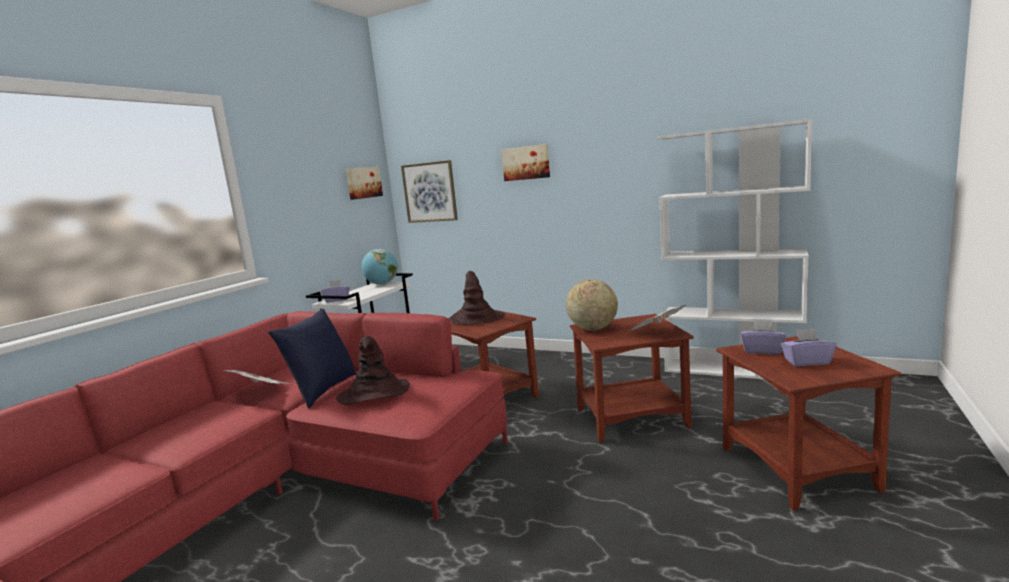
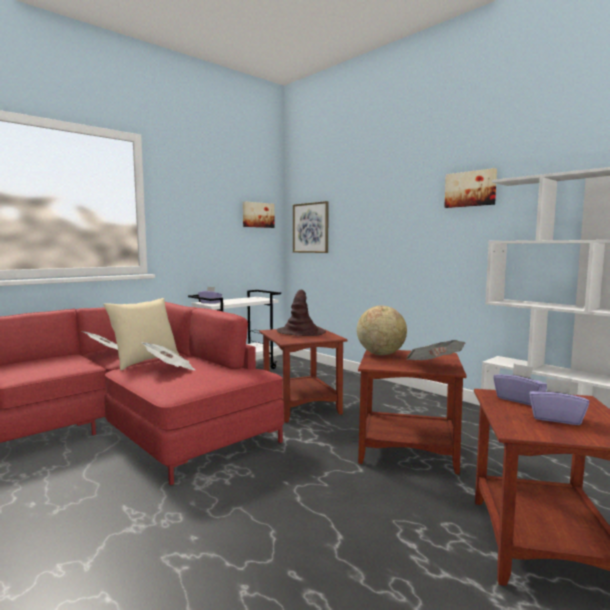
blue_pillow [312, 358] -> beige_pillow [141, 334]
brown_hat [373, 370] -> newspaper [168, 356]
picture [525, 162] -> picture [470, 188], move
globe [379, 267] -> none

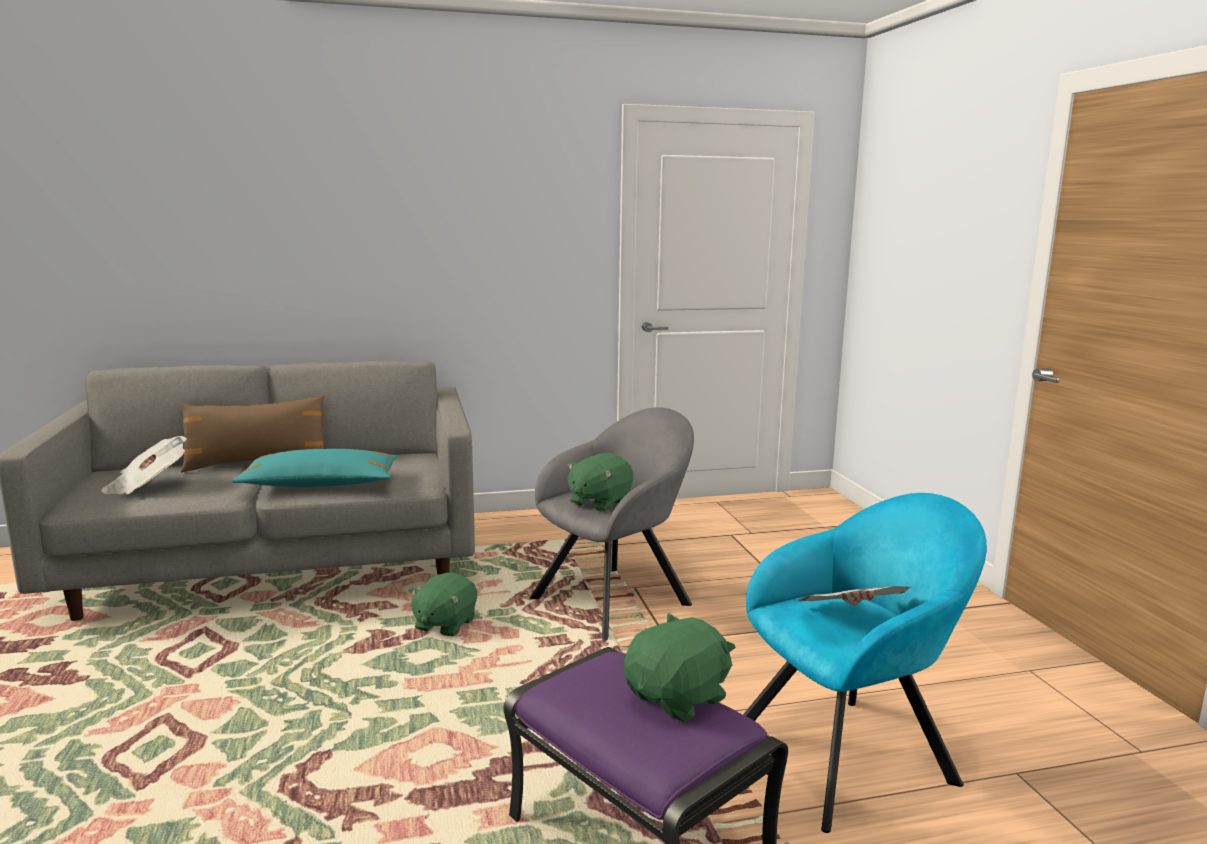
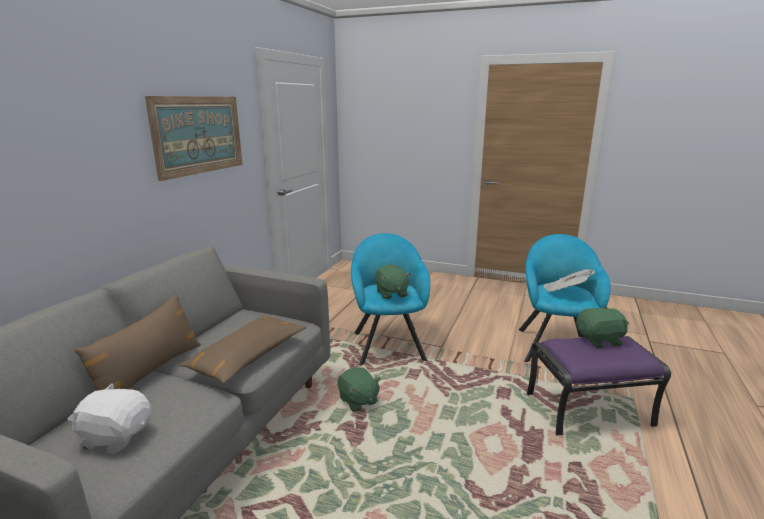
newspaper [144, 465] -> white_plush_toy [109, 419]
none -> picture [194, 138]
turquoise_pillow [315, 468] -> brown_pillow [243, 350]
grey_armchair [612, 523] -> turquoise_armchair [390, 299]
green_plush_toy [680, 667] -> green_plush_toy [602, 327], 90 degrees clockwise

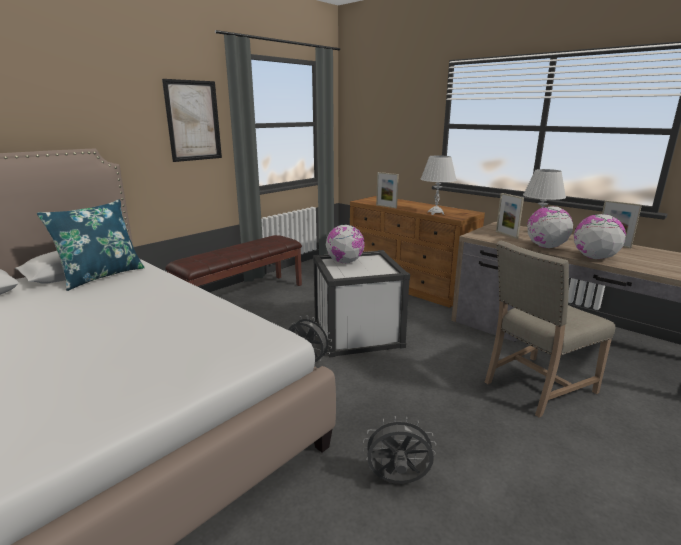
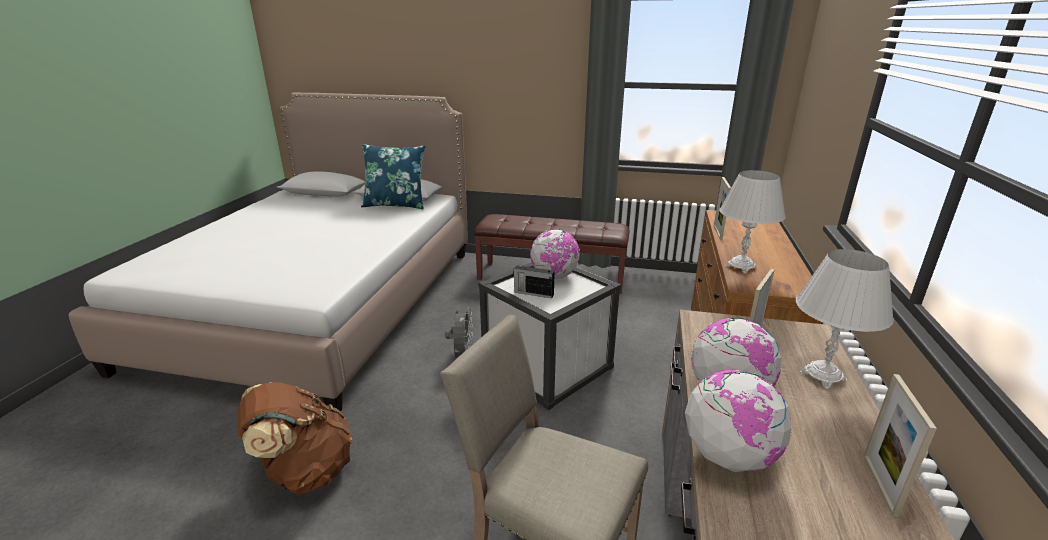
grey_fan [399, 450] -> brown_backpack [294, 438]
none -> radio [534, 281]
picture [192, 120] -> none

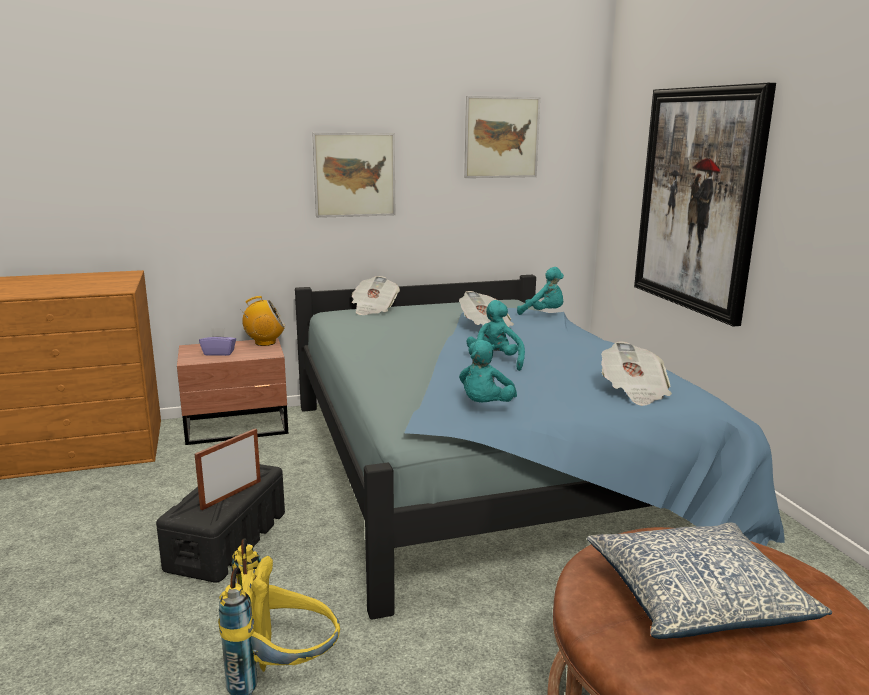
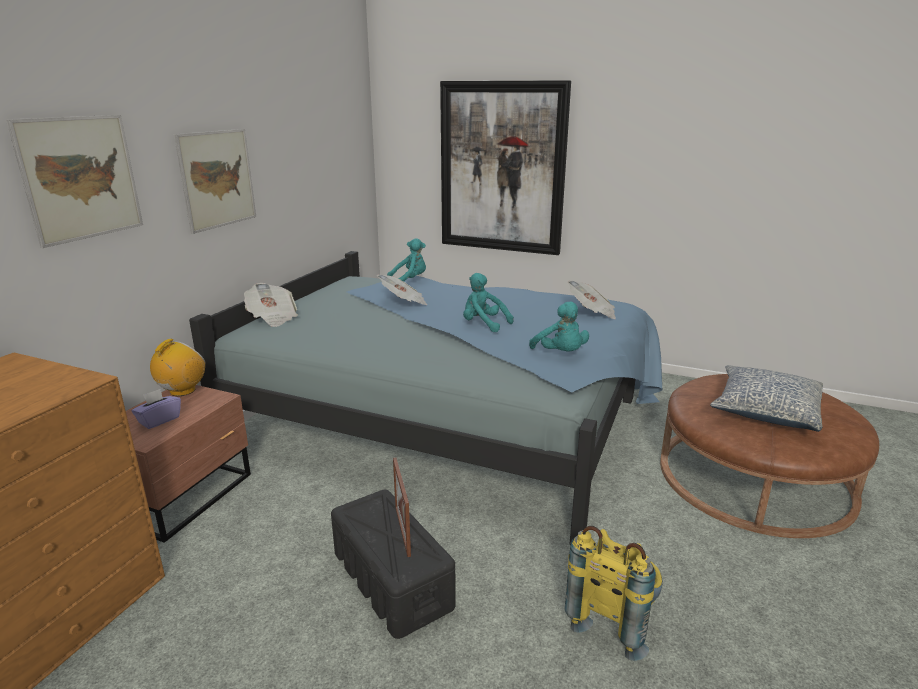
picture [502, 137] -> picture [74, 181], move

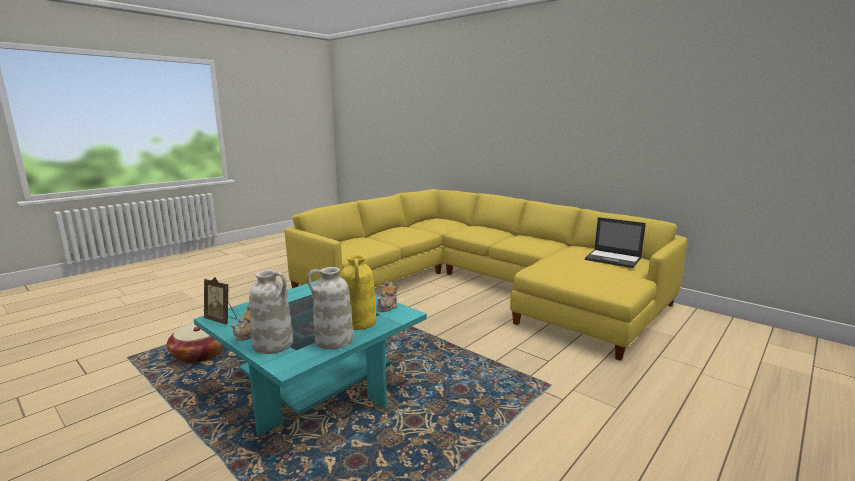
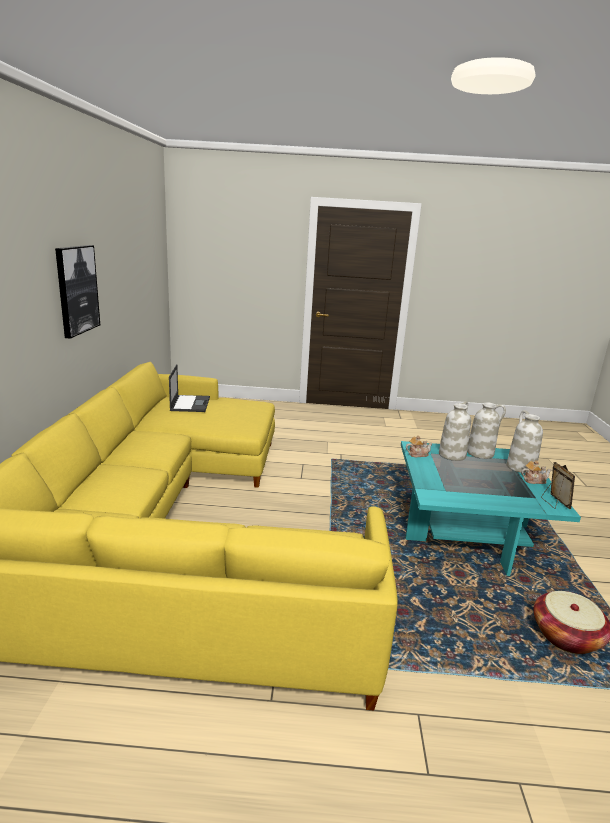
none -> picture [77, 292]
yellow_vase [358, 292] -> white_vase [455, 431]

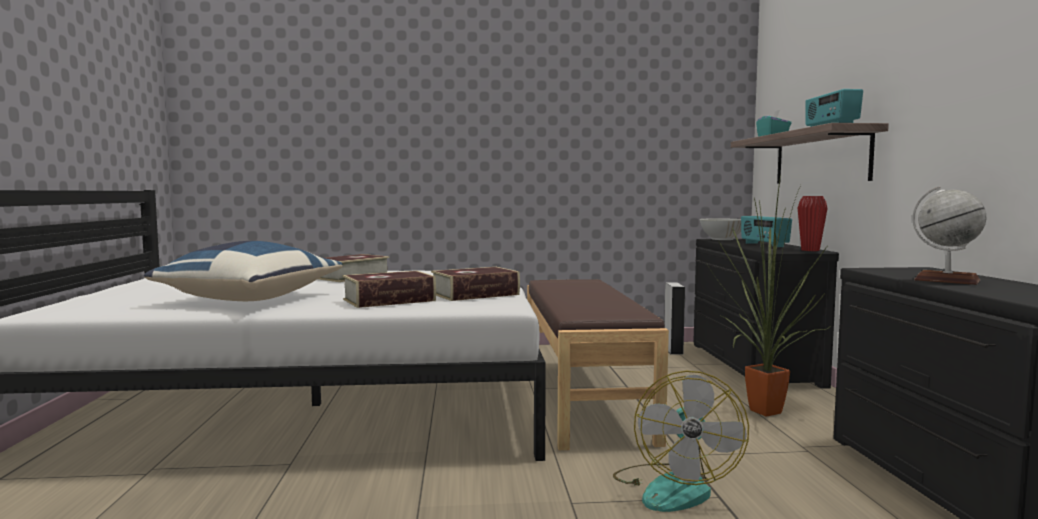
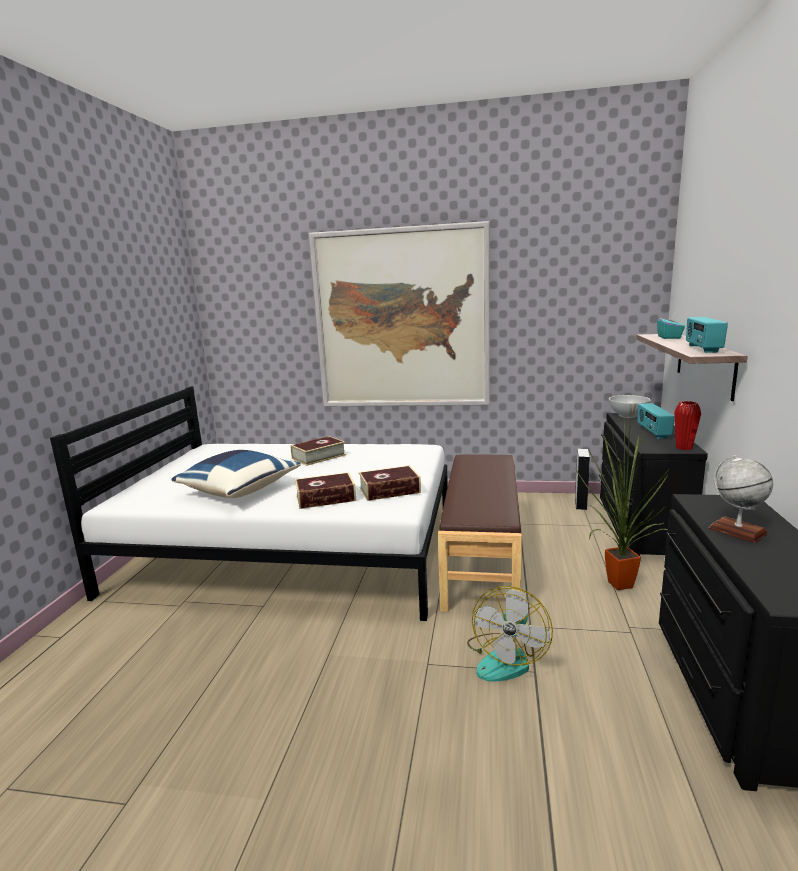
none -> picture [399, 314]

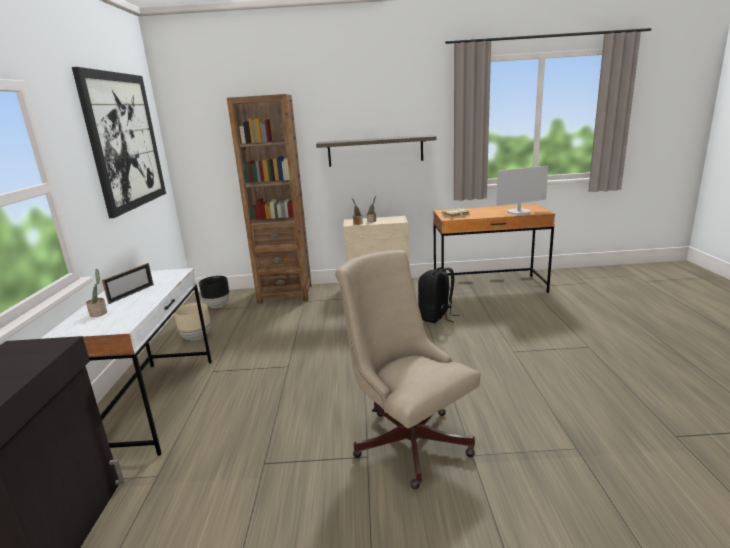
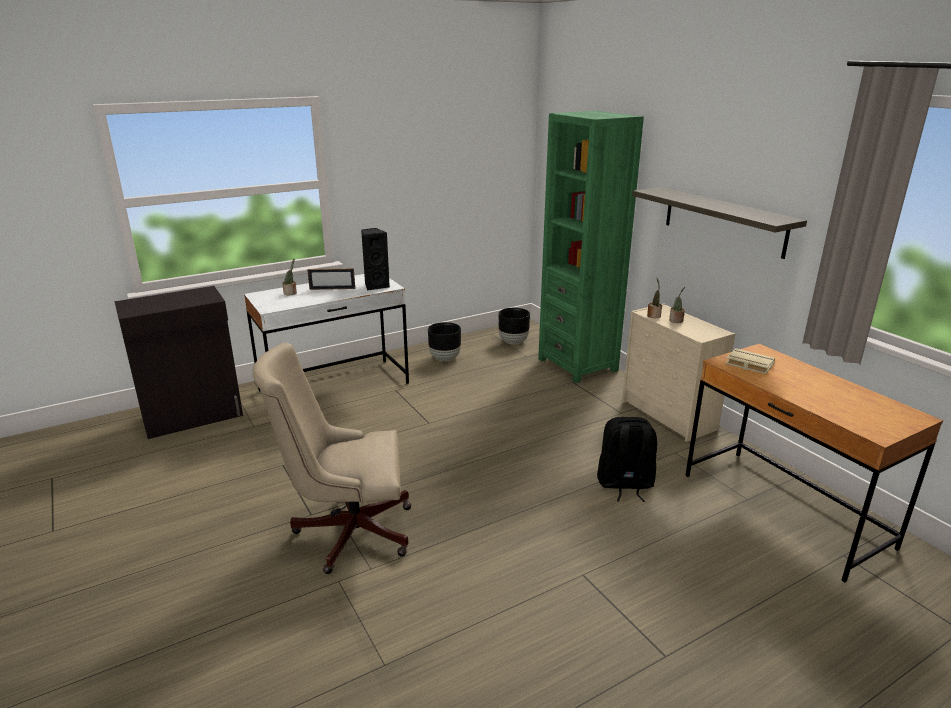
beige_office_chair [407, 369] -> beige_office_chair [332, 458], 120 degrees counterclockwise
none -> black_speaker [375, 259]
beige_planter [192, 321] -> black_planter [444, 341]
brown_bookcase [269, 199] -> green_bookcase [591, 247]
picture [119, 142] -> none
monitor [522, 190] -> none

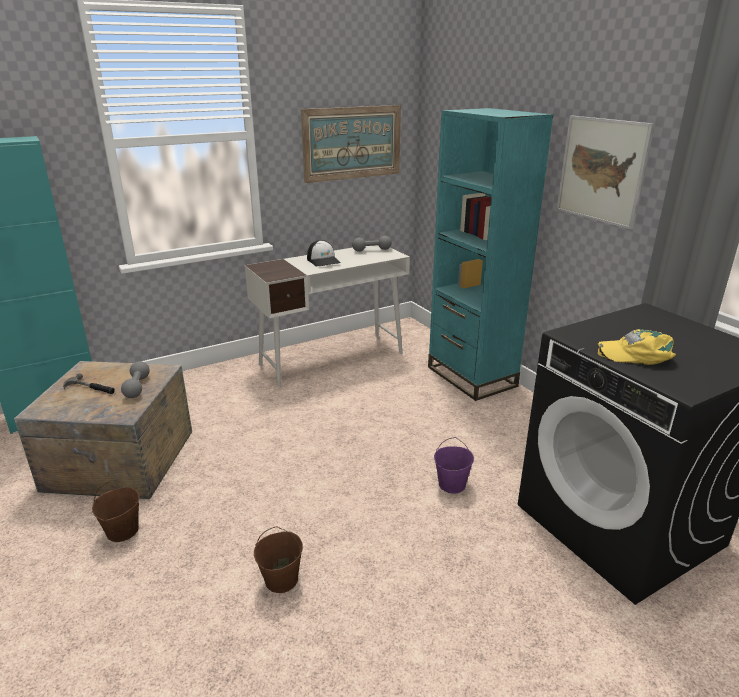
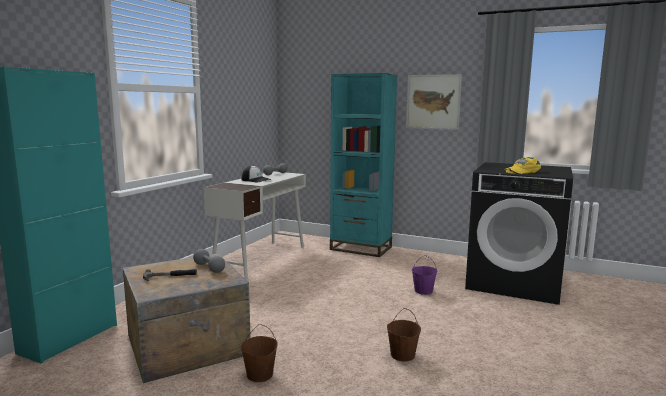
picture [351, 144] -> none

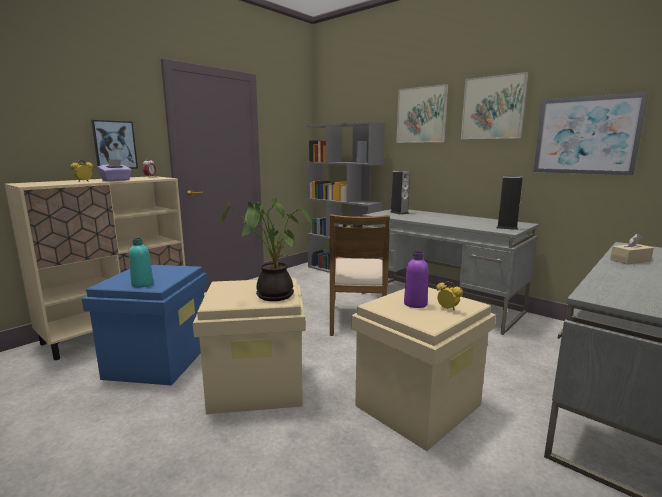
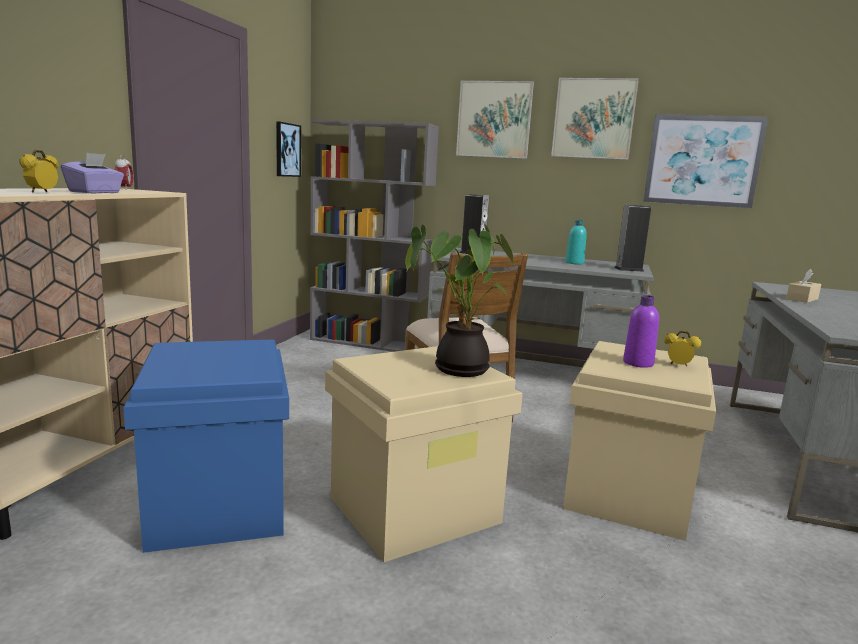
picture [114, 144] -> picture [288, 149], move
turquoise_bottle [141, 263] -> turquoise_bottle [576, 242], move

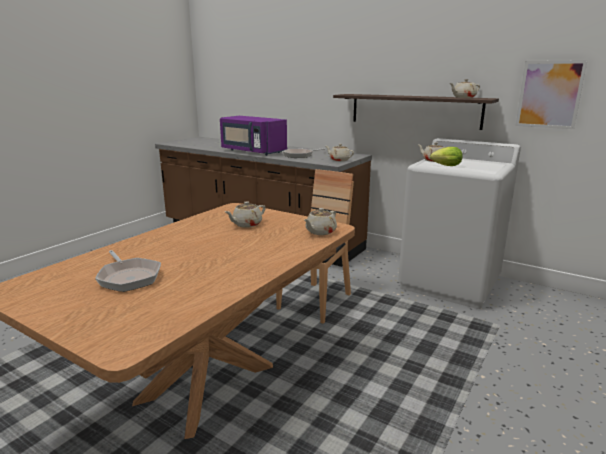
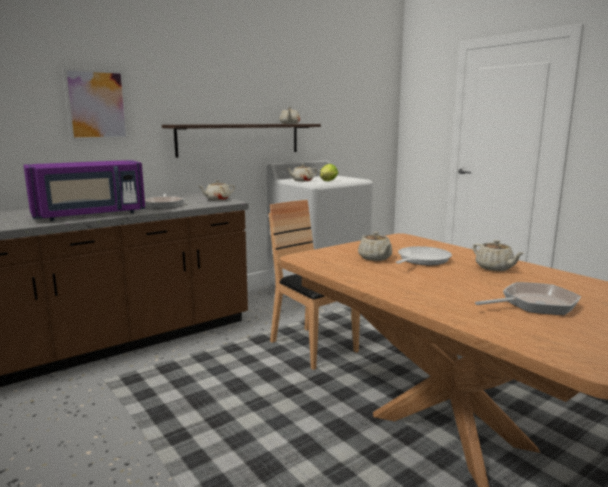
picture [552, 94] -> picture [95, 104], move
none -> frying_pan [424, 255]
beige_teapot [320, 221] -> beige_teapot [498, 255], move

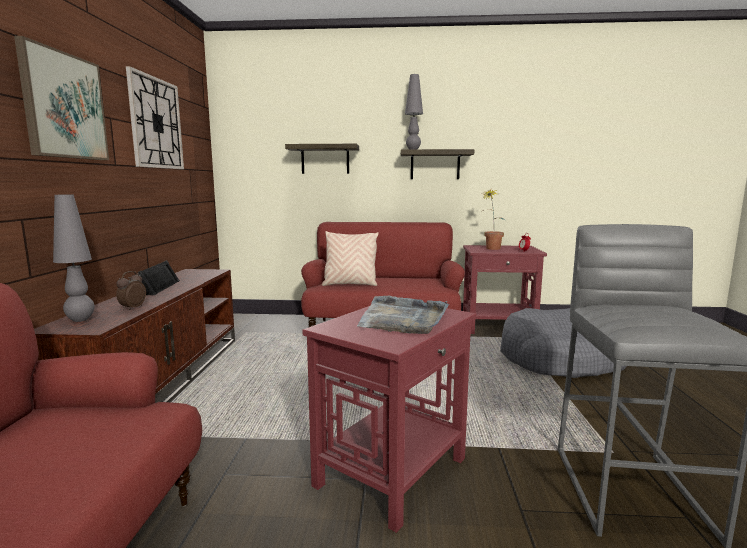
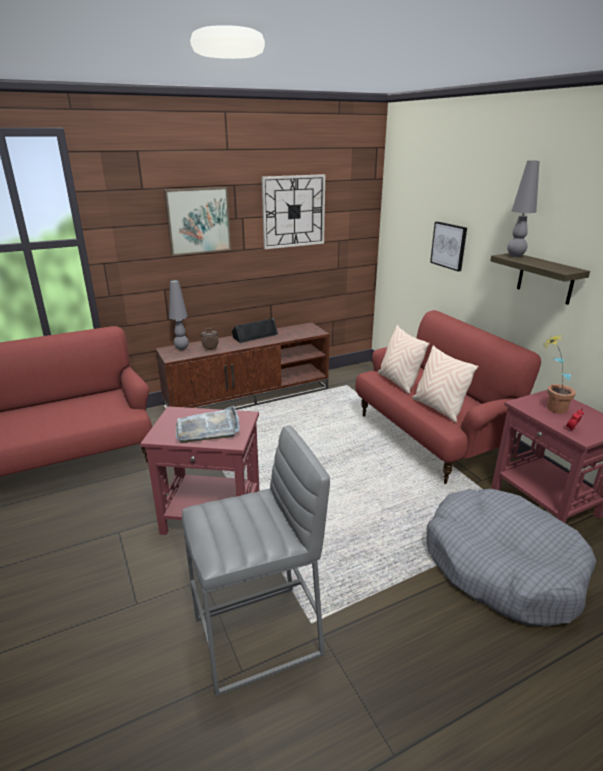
none -> beige_pillow [445, 383]
shelf [322, 159] -> picture [448, 246]

